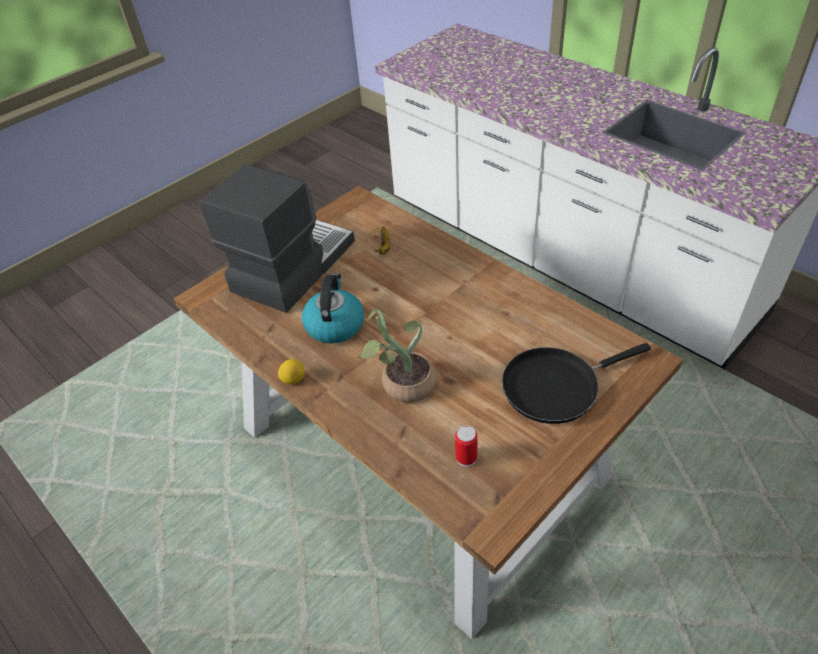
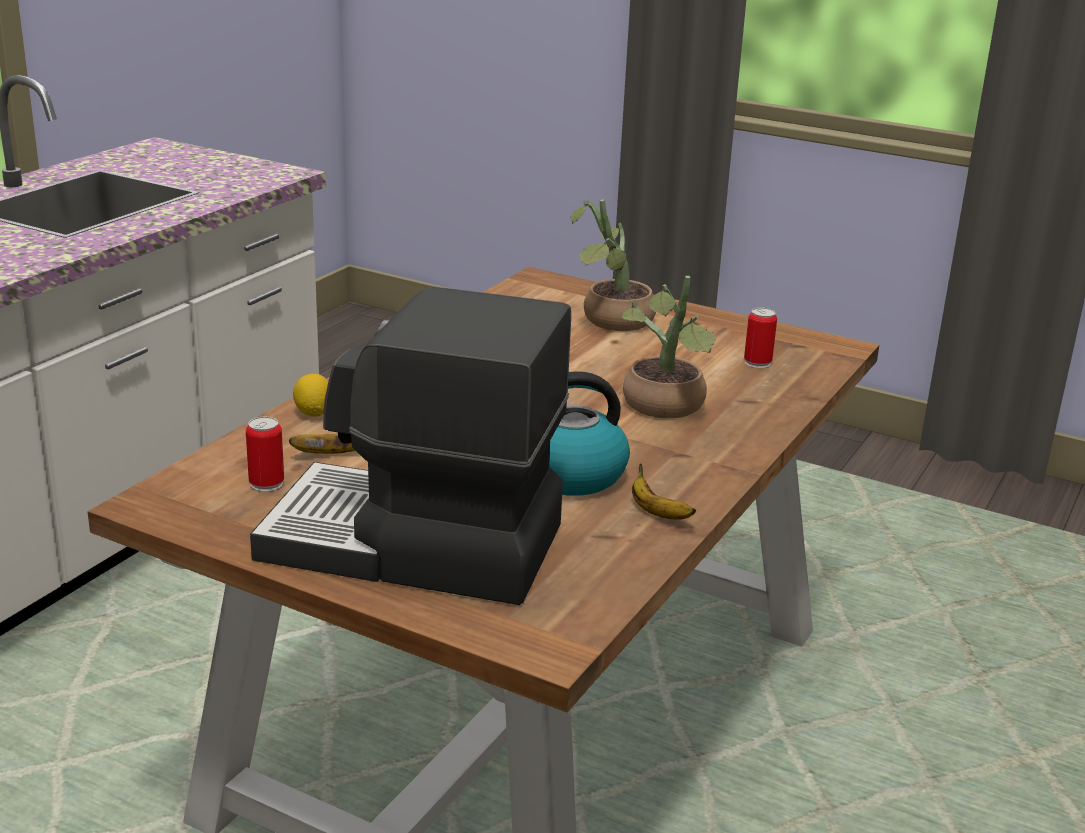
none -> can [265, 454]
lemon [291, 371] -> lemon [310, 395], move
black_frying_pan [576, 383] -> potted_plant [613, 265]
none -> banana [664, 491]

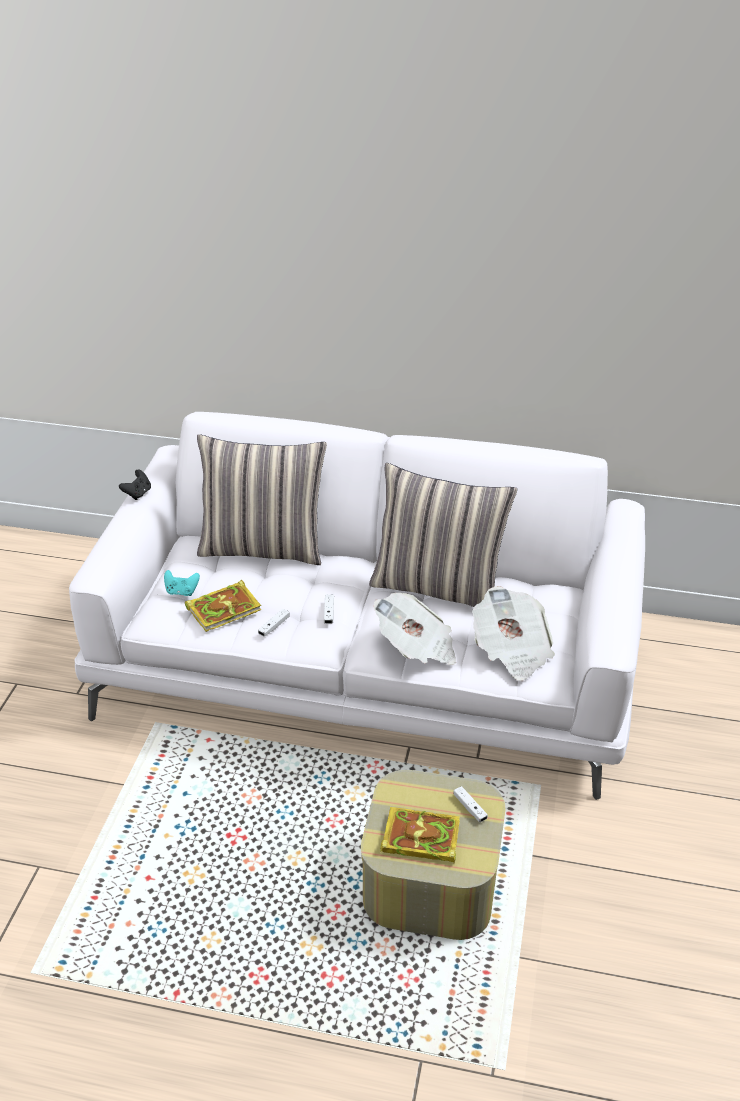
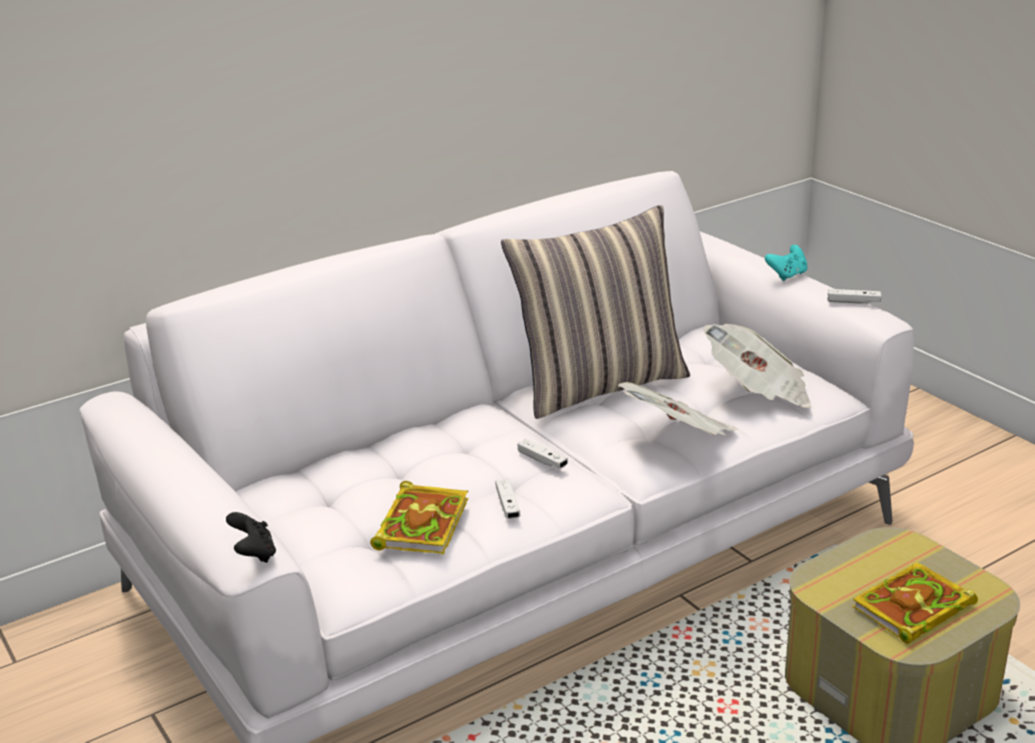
black_game_controller [135, 485] -> black_game_controller [251, 537], move
turquoise_game_controller [182, 583] -> turquoise_game_controller [786, 263], move
white_game_controller [470, 804] -> white_game_controller [854, 296], move
pillow [262, 499] -> none

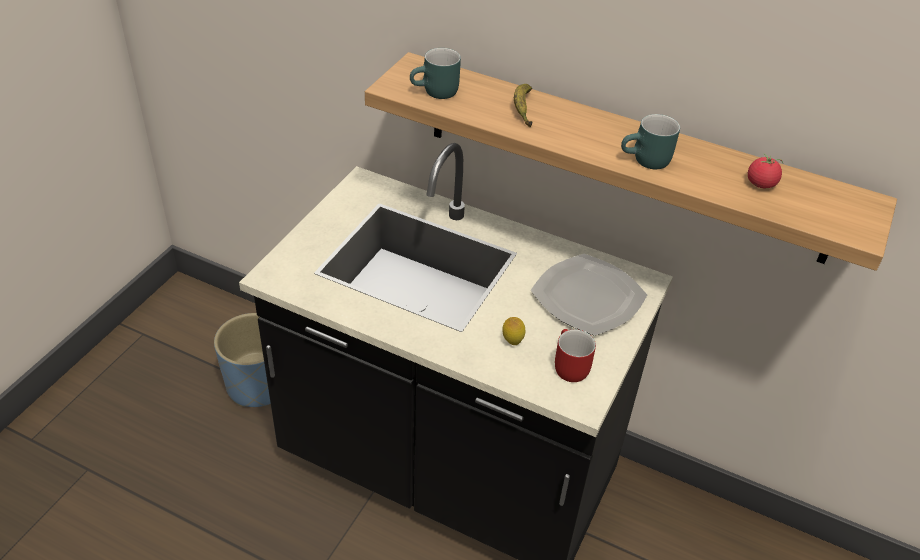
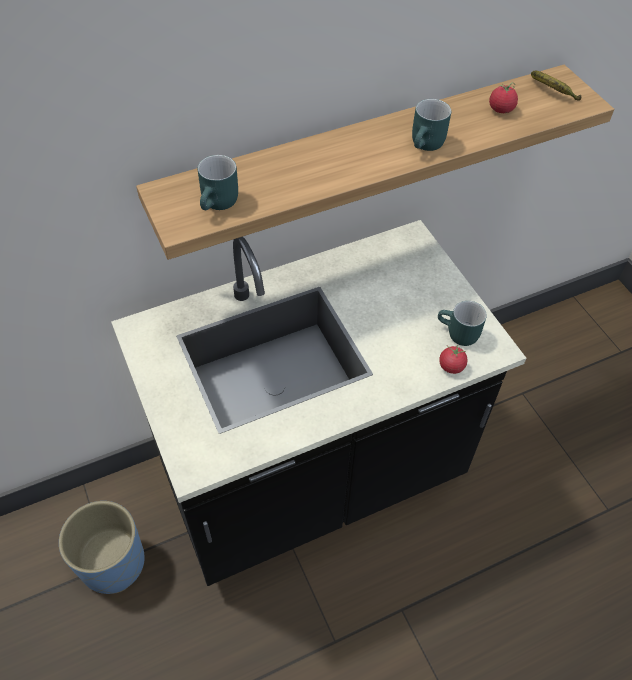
red_mug [575, 355] -> turquoise_mug [462, 323]
none -> tomato [453, 359]
banana [523, 105] -> banana [556, 85], move
lemon [513, 331] -> none
plate [589, 295] -> none

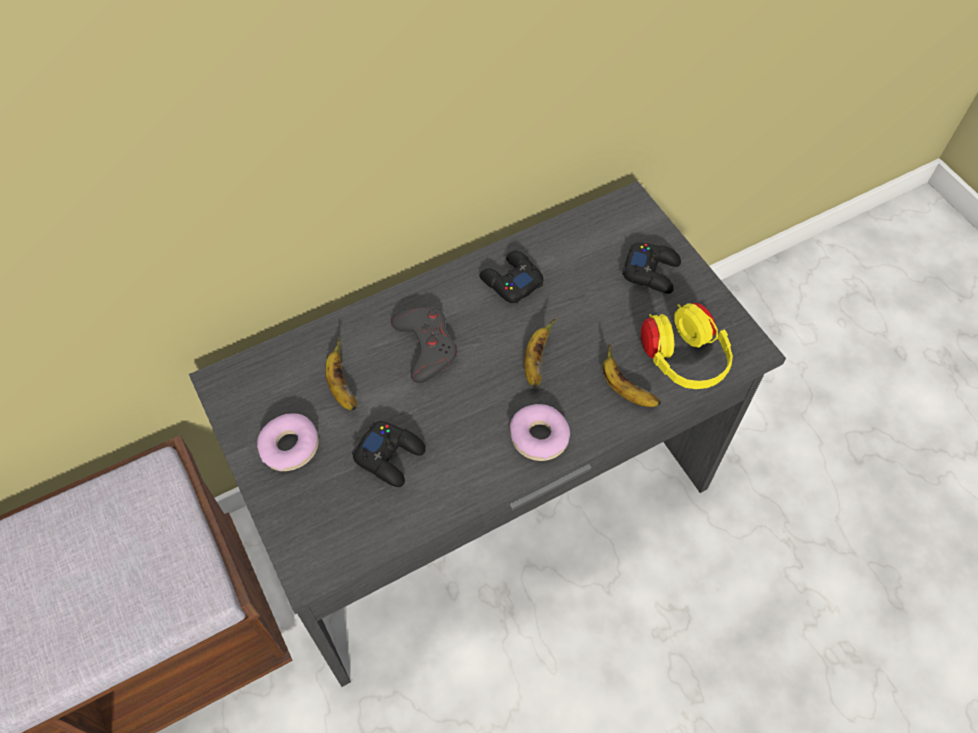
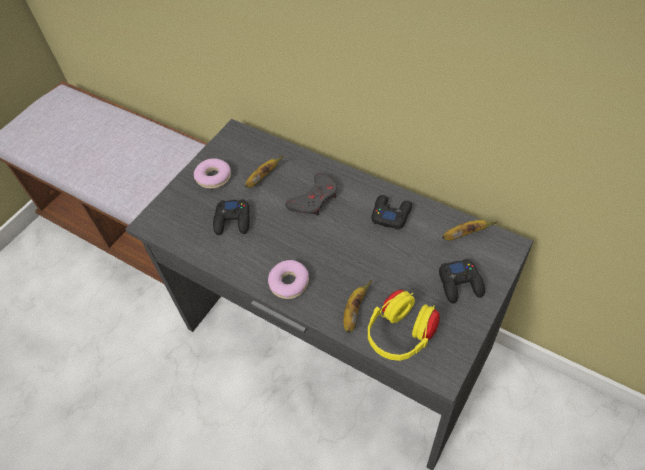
banana [540, 352] -> banana [469, 230], move

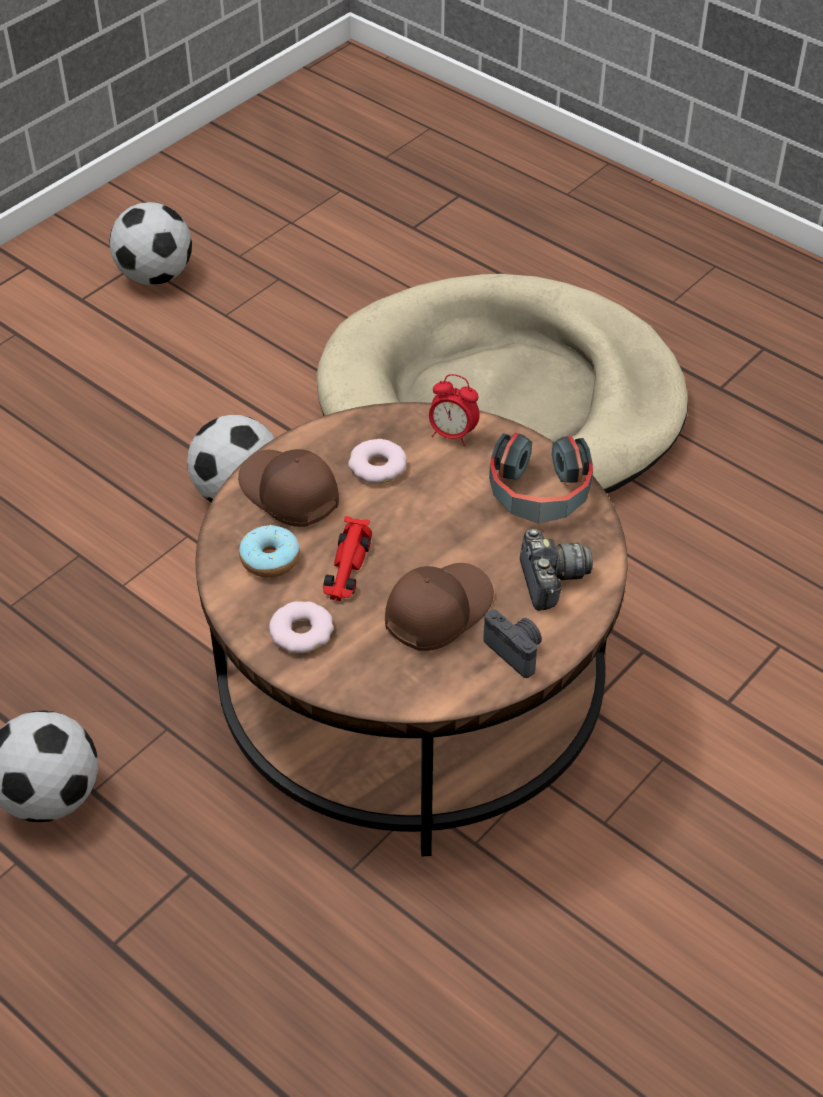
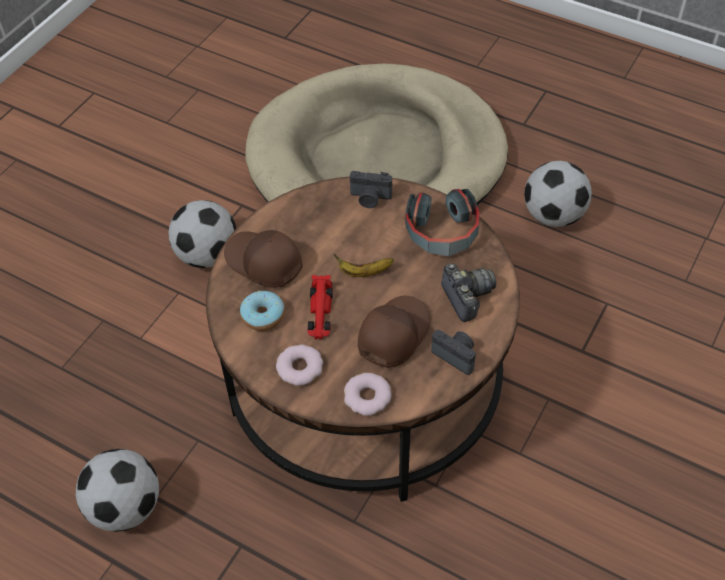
none -> banana [364, 265]
donut [377, 461] -> donut [368, 394], move
alarm_clock [454, 410] -> photo_camera [371, 189]
football [150, 243] -> football [558, 194], move

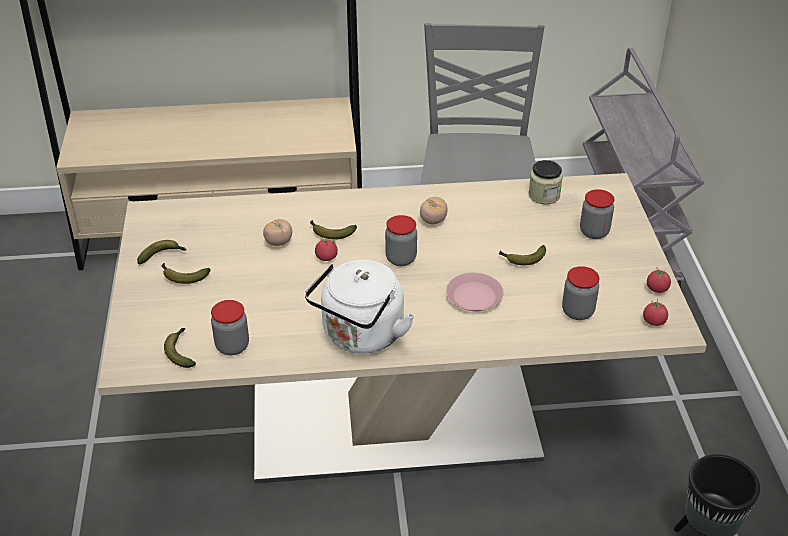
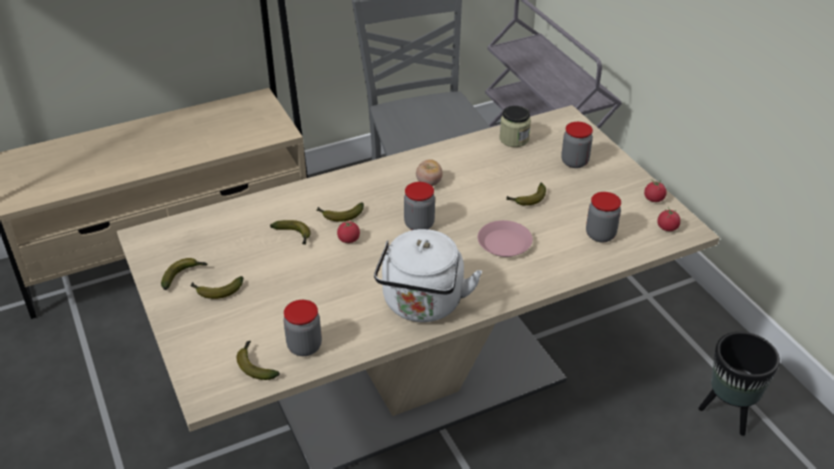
tomato [277, 232] -> banana [290, 232]

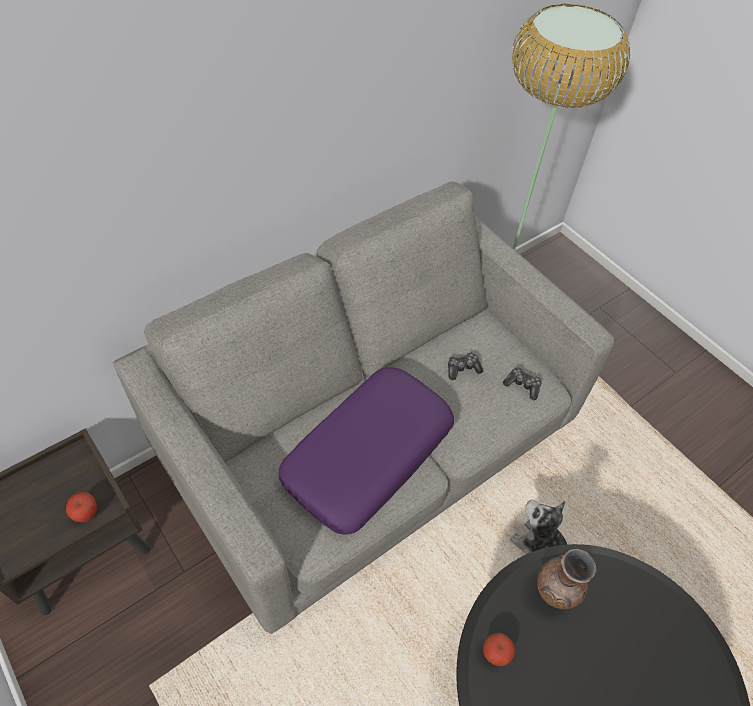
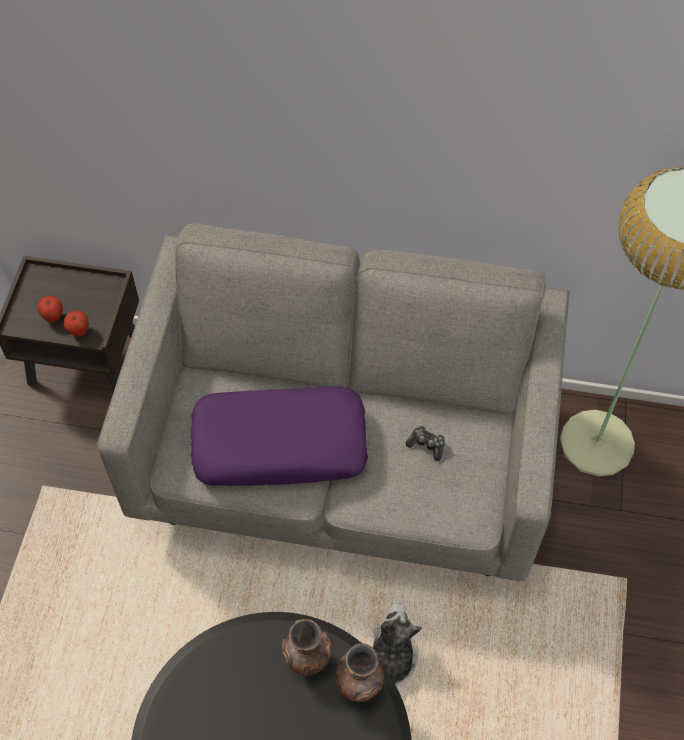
apple [499, 649] -> apple [50, 309], move
none -> brown_vase [359, 672]
game_controller [522, 383] -> none

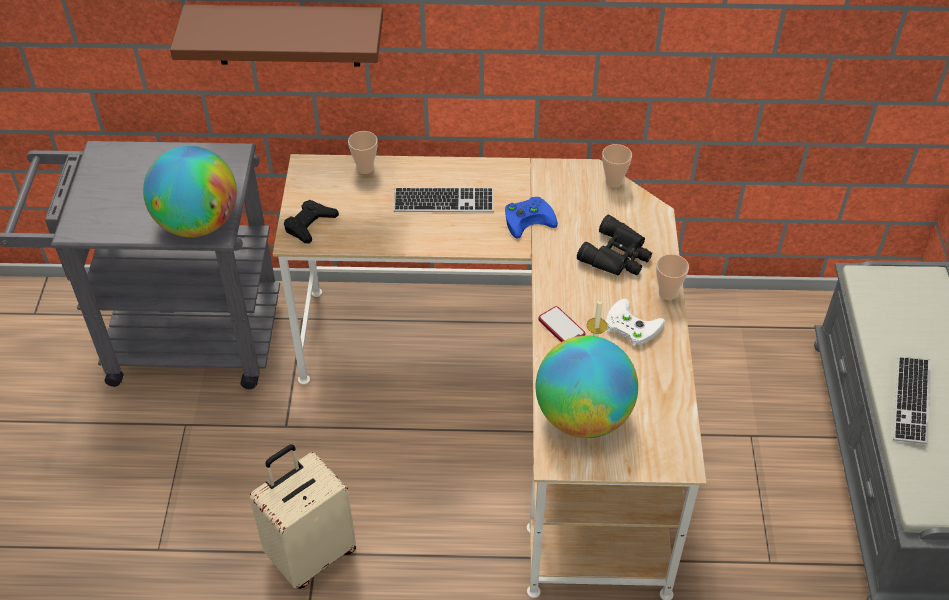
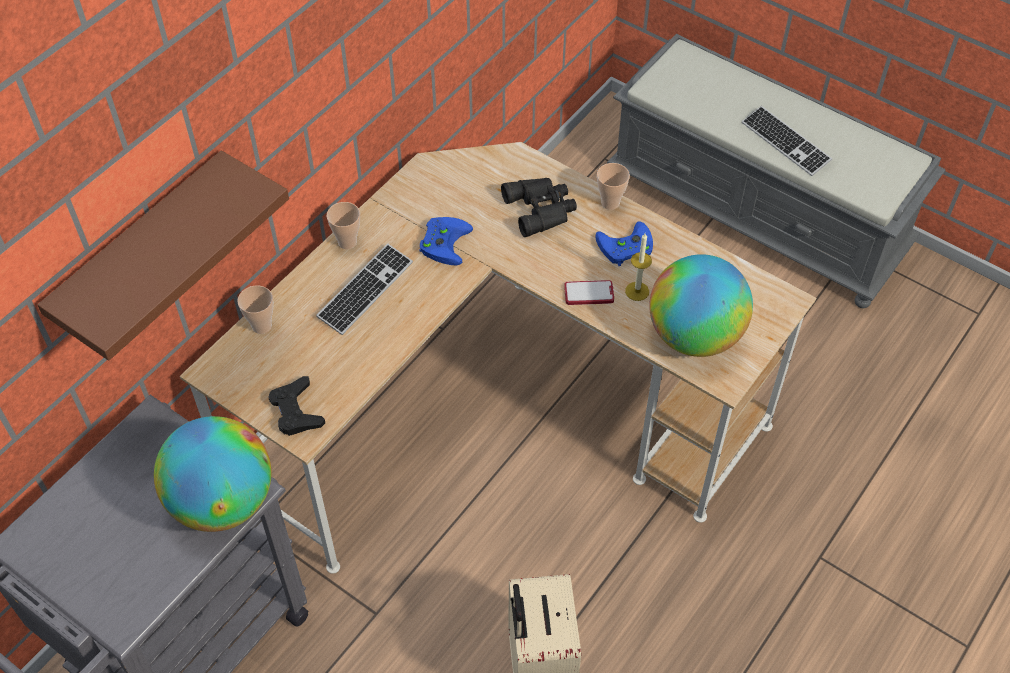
cup [617, 166] -> cup [343, 225], move
white_game_controller [635, 323] -> blue_game_controller [624, 243]

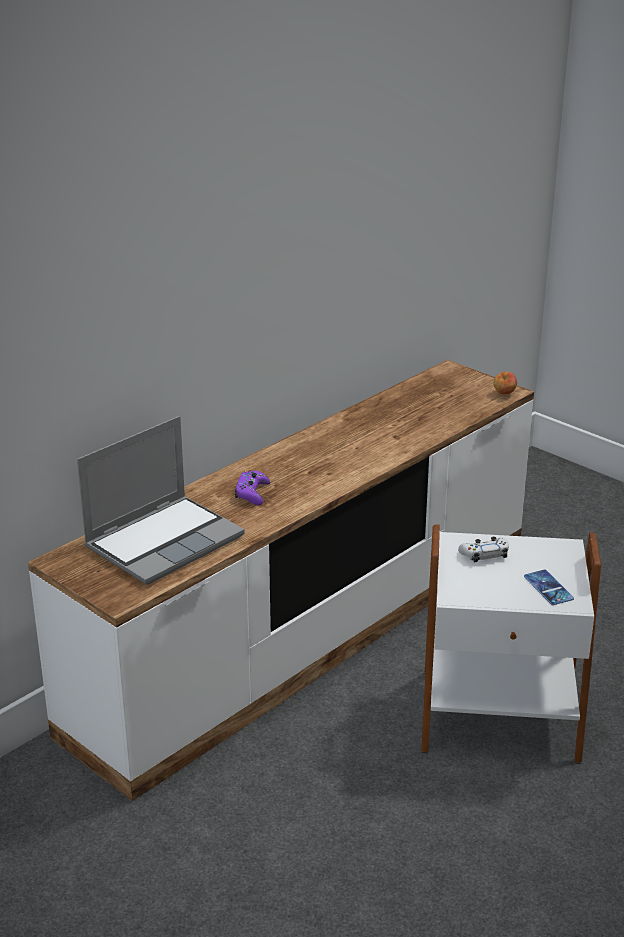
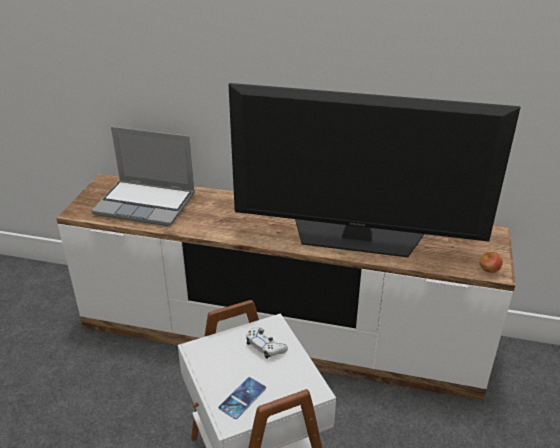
none -> television [374, 170]
purple_game_controller [252, 487] -> none

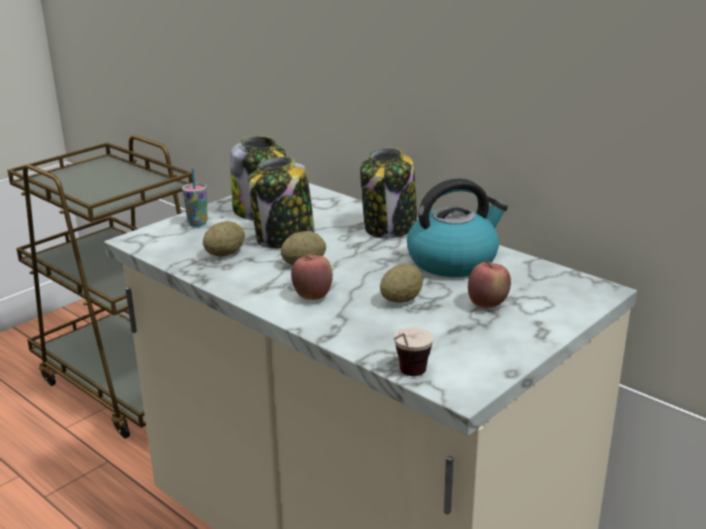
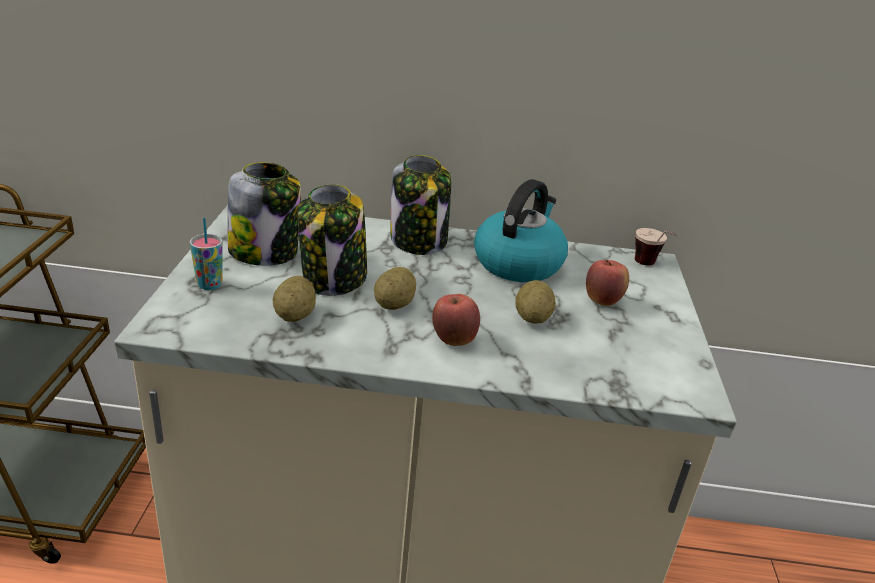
cup [413, 351] -> cup [656, 246], move

